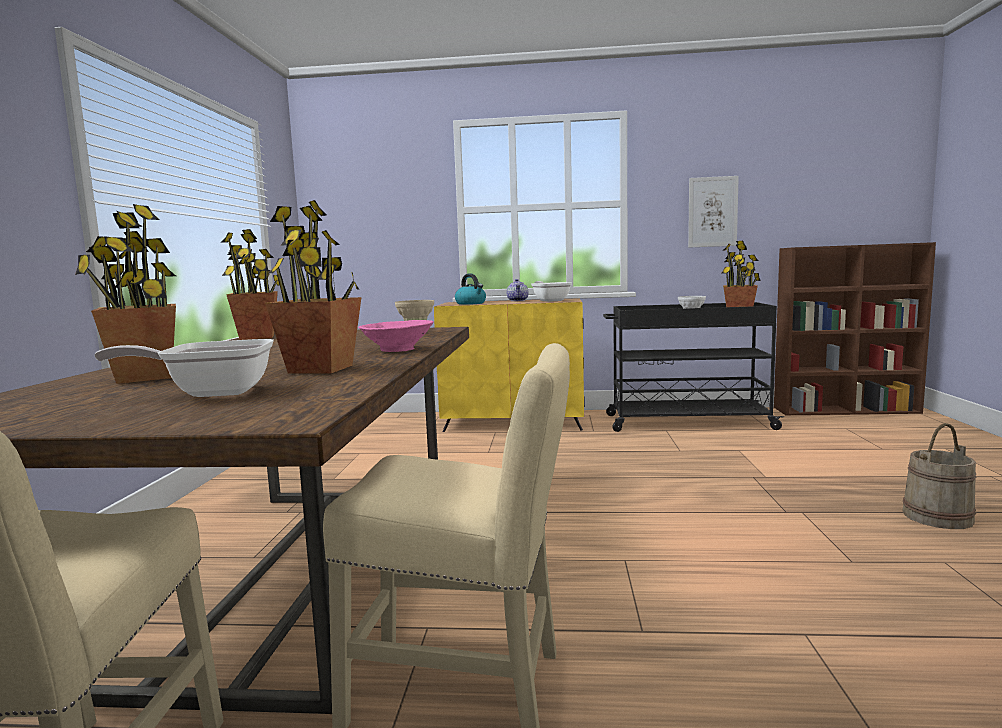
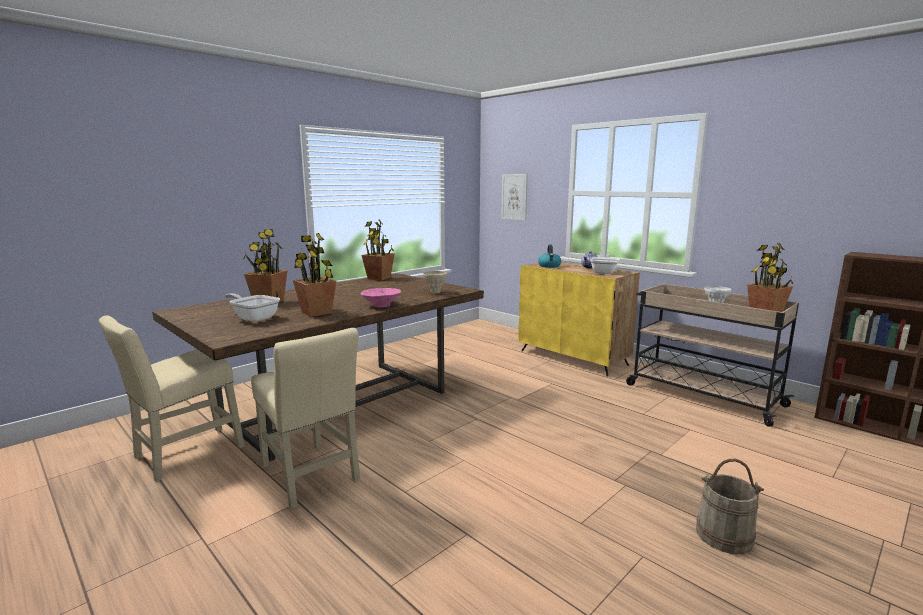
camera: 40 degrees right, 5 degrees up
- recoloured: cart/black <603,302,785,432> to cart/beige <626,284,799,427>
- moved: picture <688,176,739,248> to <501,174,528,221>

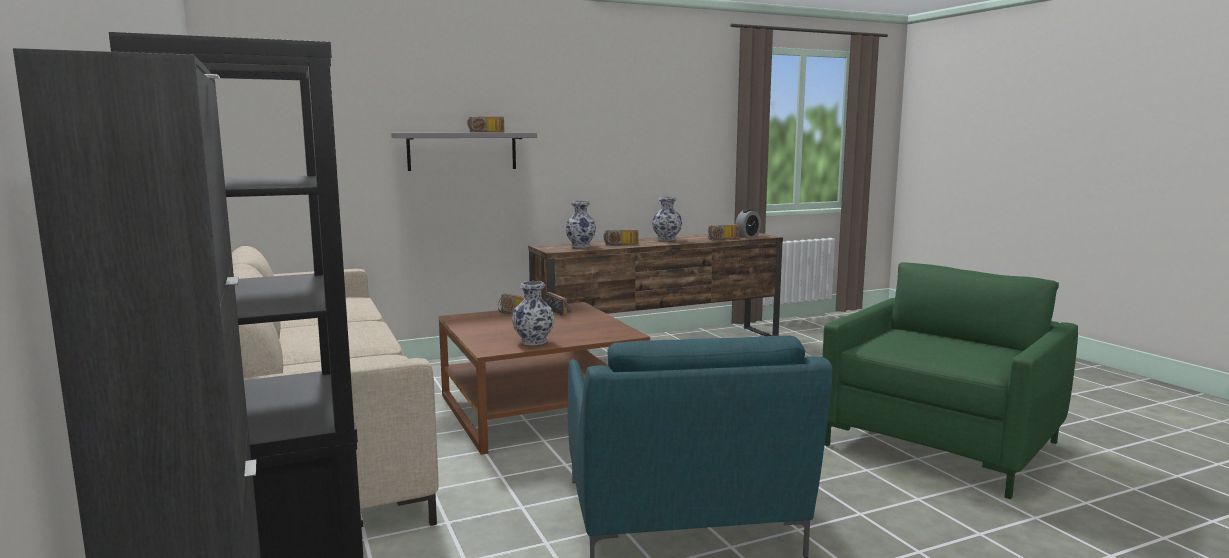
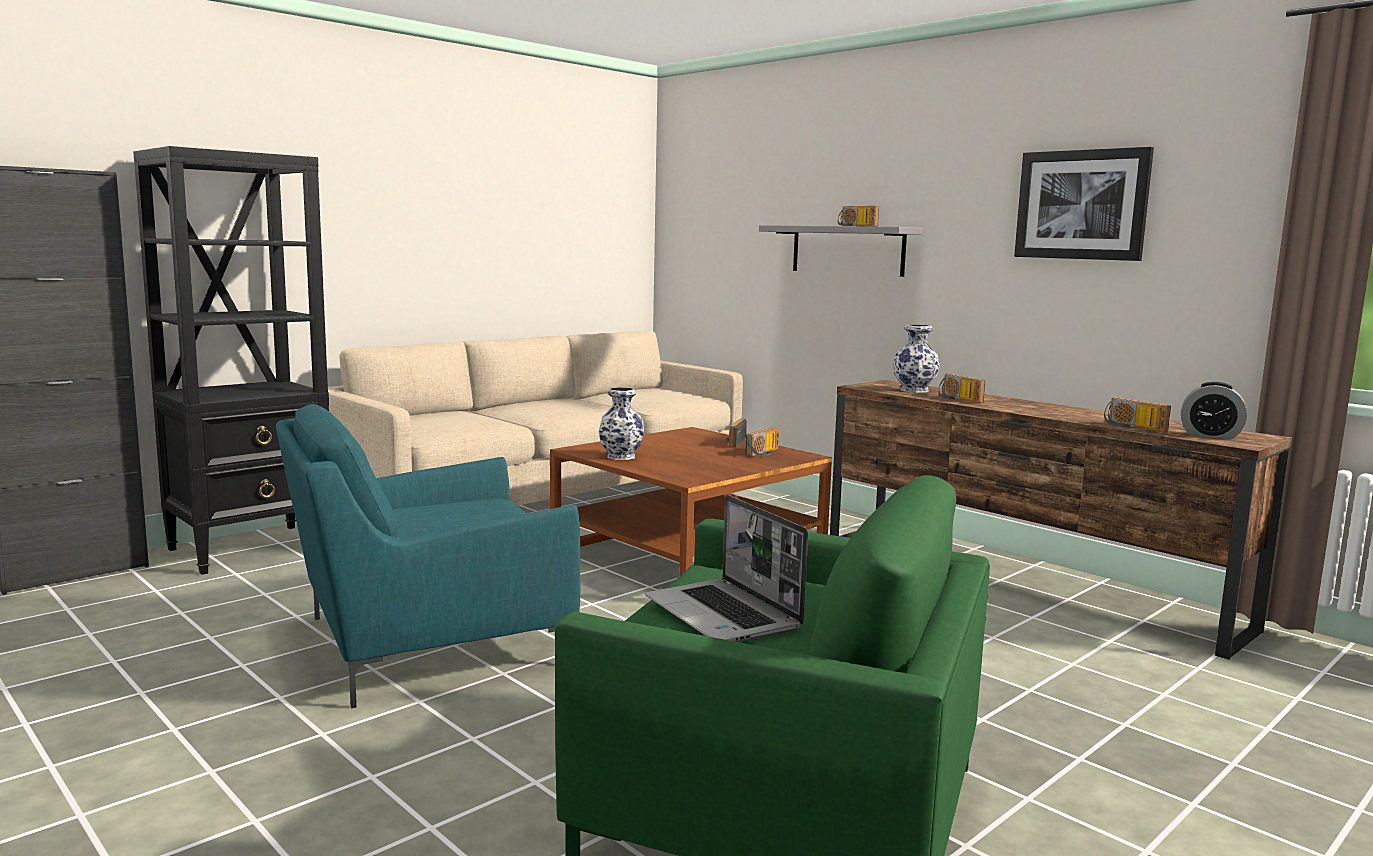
camera: 70 degrees right, 0 degrees up
- removed: vase <652,196,682,241>
- added: laptop <645,495,808,642>
- added: picture <1014,147,1154,261>

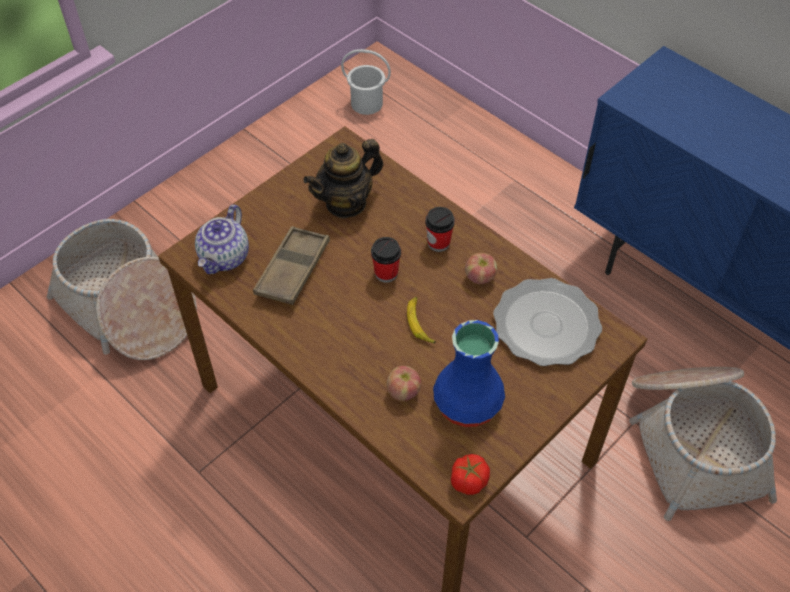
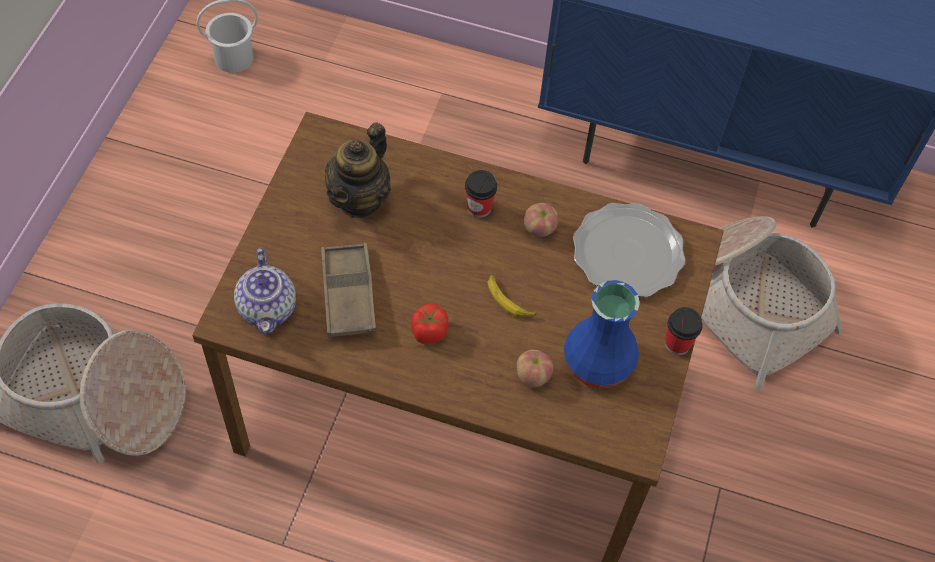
camera: 30 degrees left, 5 degrees up
- moved: cup <371,237,401,283> to <665,307,703,355>
- moved: tomato <451,454,490,495> to <411,304,449,344>

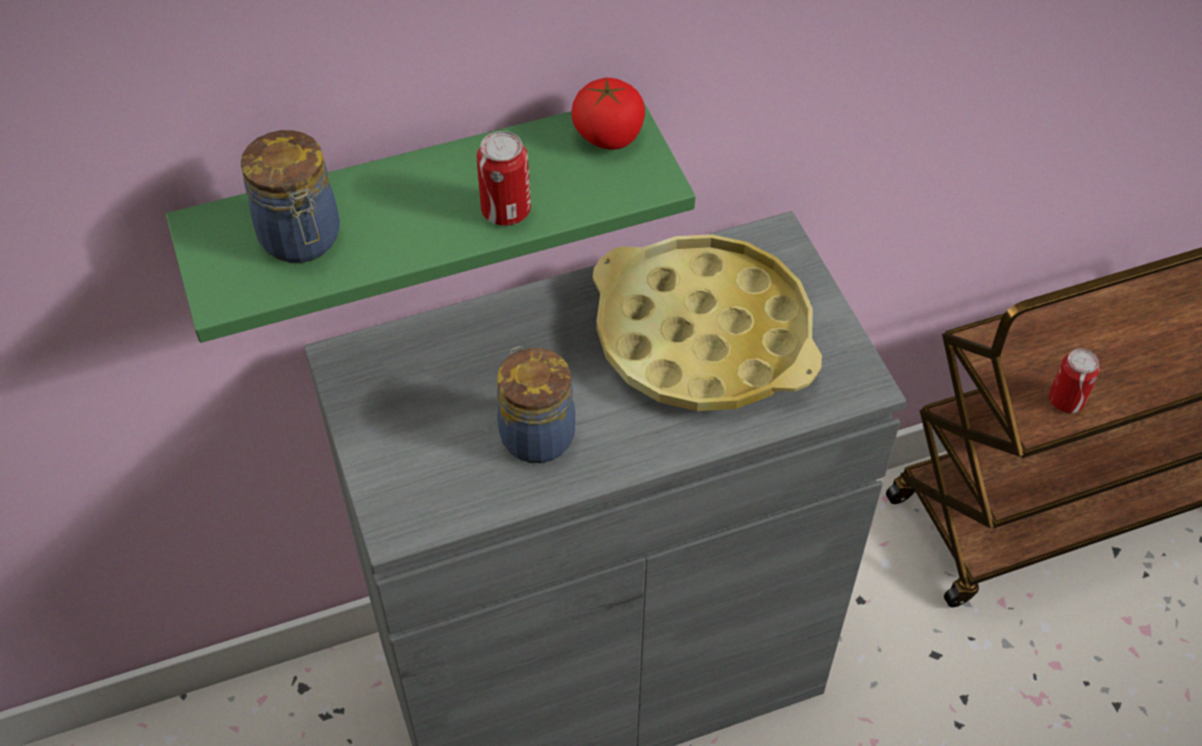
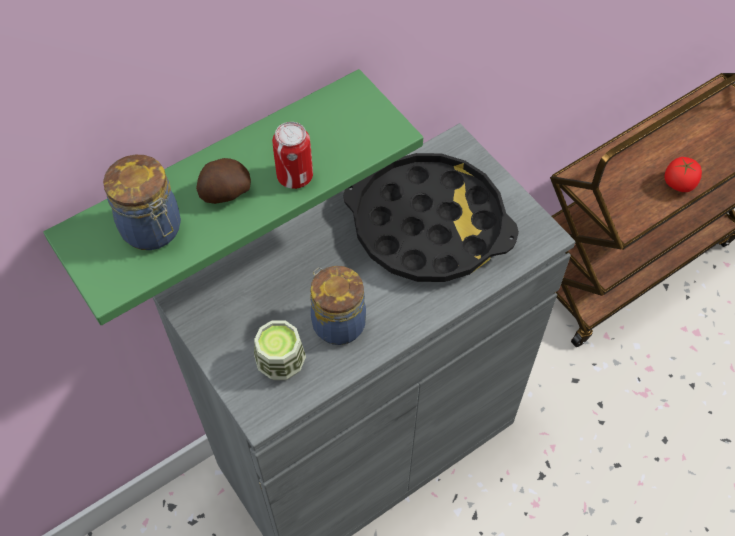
camera: 15 degrees left, 5 degrees up
- moved: tomato <571,78,645,150> to <665,157,702,192>
- recoloured: tray/yellow <593,234,822,411> to tray/black <343,153,519,282>
- removed: can <1049,349,1100,413>
- added: potato <196,158,251,204>
- added: cup <254,320,306,380>

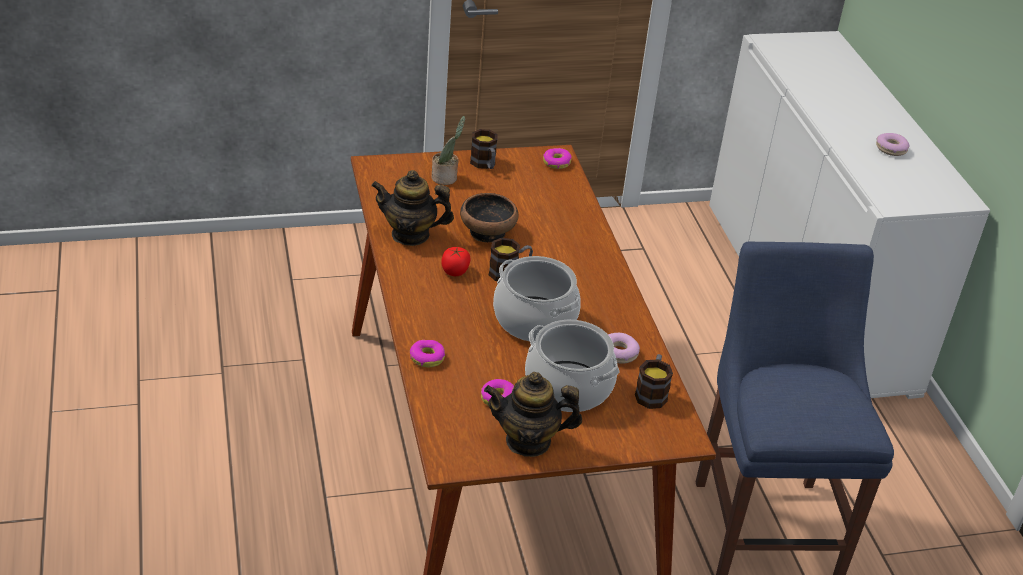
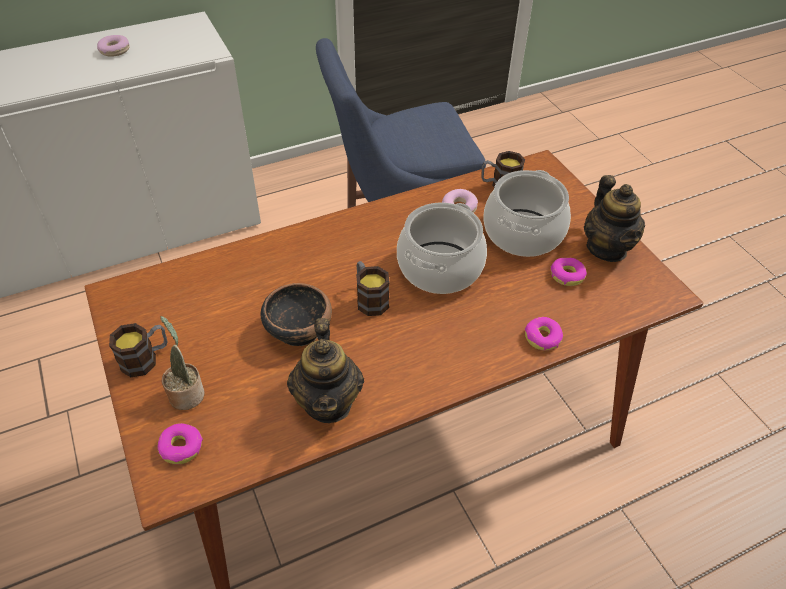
camera: 100 degrees left, 10 degrees up
- removed: tomato <441,247,471,276>
- moved: donut <543,148,572,169> to <158,423,203,464>

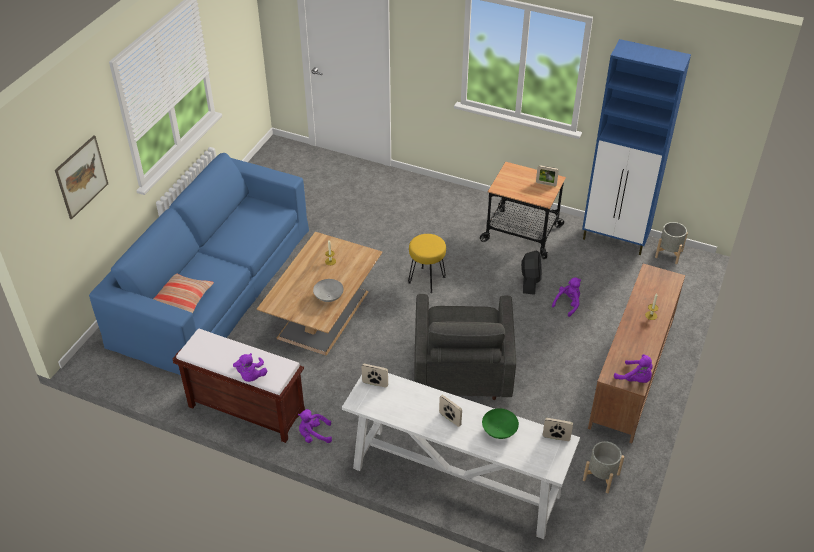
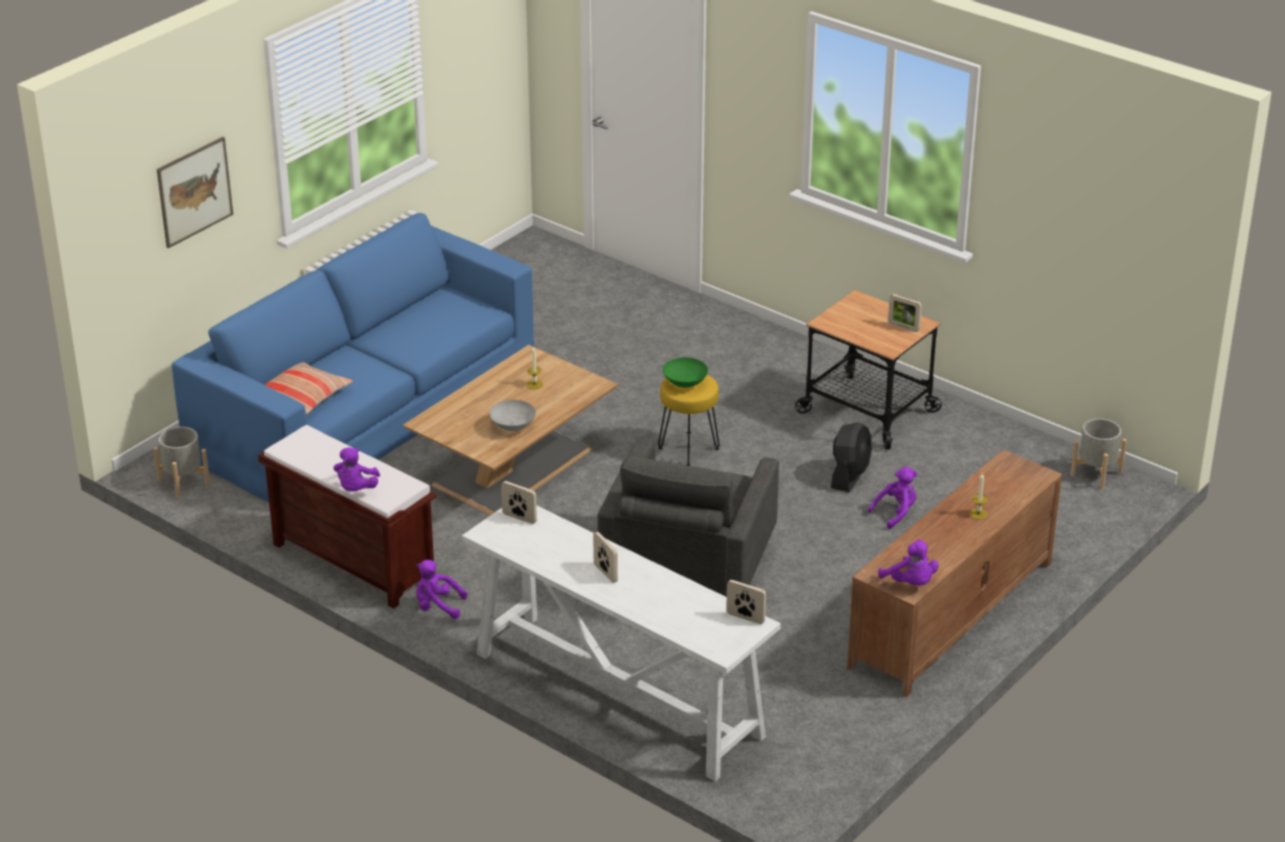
camera: 15 degrees right, 10 degrees down
- moved: bowl/green <482,408,519,439> to <663,358,708,388>
- removed: cabinet/blue <582,39,691,255>
- moved: planter/grey <583,441,624,493> to <154,427,210,498>

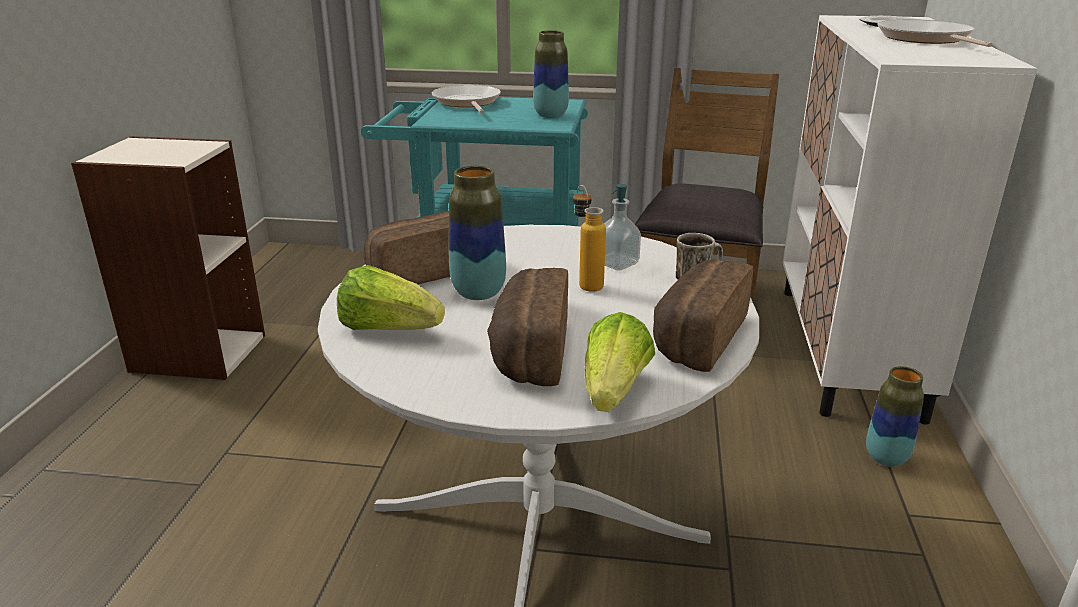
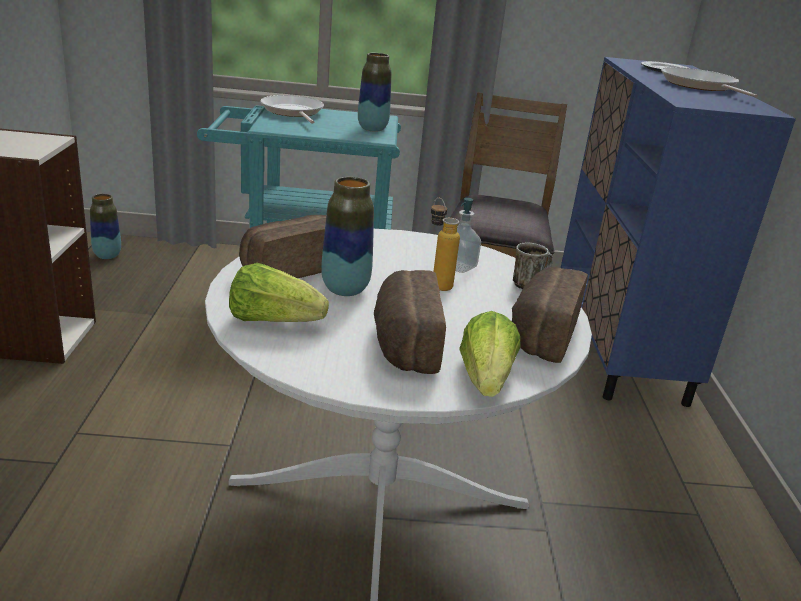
camera: 10 degrees left, 0 degrees up
- recoloured: cabinet/white <783,15,1038,424> to cabinet/blue <561,57,796,407>
- moved: vase <866,366,924,467> to <90,194,121,259>

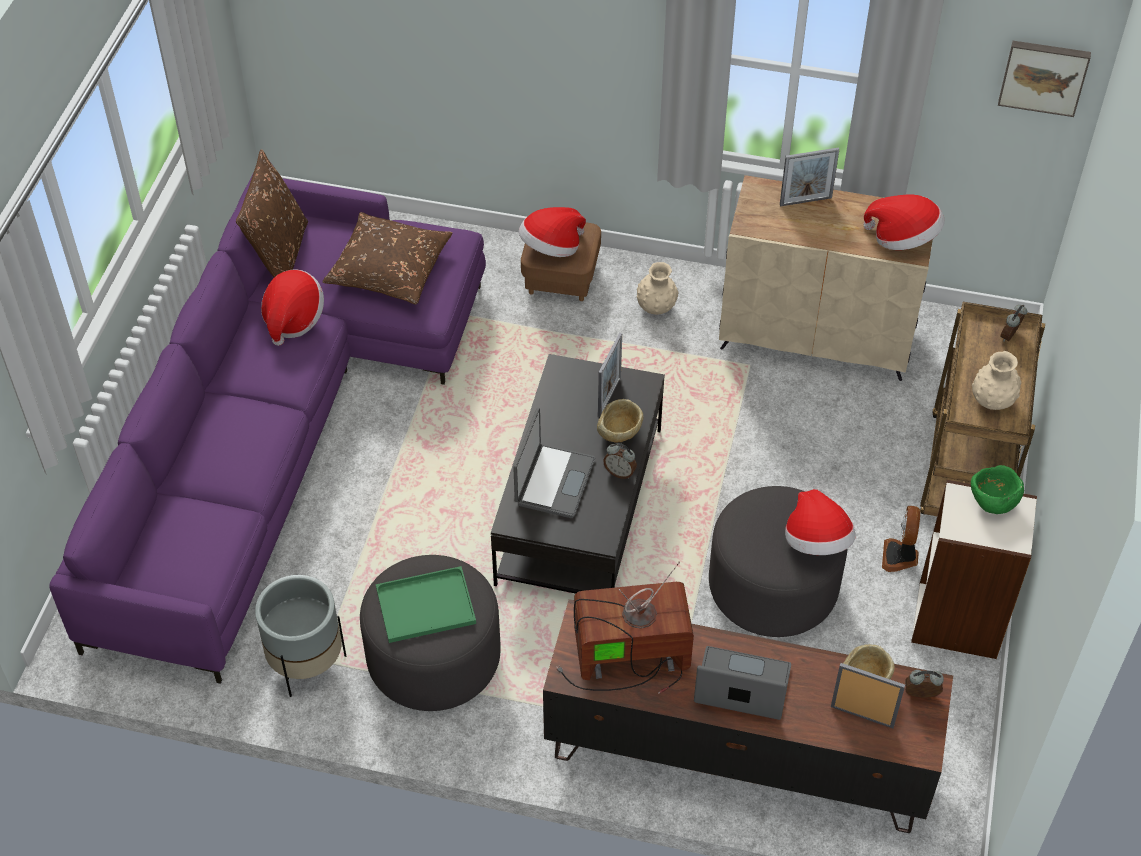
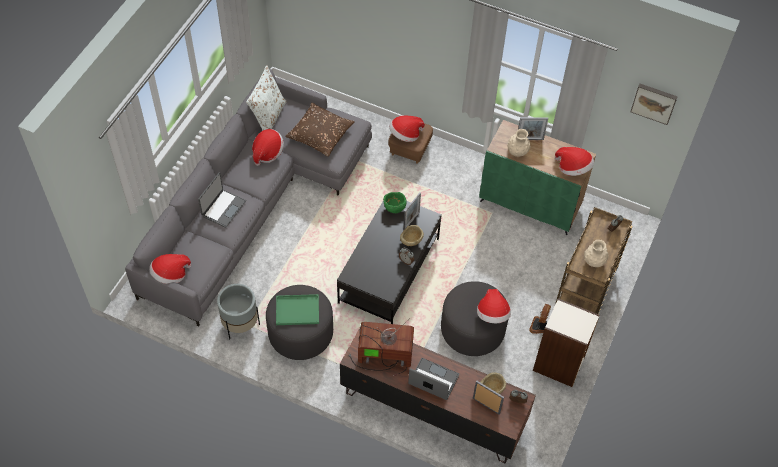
camera: 10 degrees right, 5 degrees up
- recoloured: sofa/purple <49,163,486,684> to sofa/grey <125,69,372,327>
- recoloured: pillow/brown <236,149,308,277> to pillow/white <246,65,287,130>
- moved: laptop <513,407,595,518> to <198,173,246,228>
- moved: vase/beige <637,262,679,315> to <507,129,531,157>
- recoloured: cabinet/beige <719,175,933,381> to cabinet/green <479,120,596,235>
- moved: bowl/green <971,465,1024,514> to <383,192,406,213>
- added: hat <149,254,191,284>

